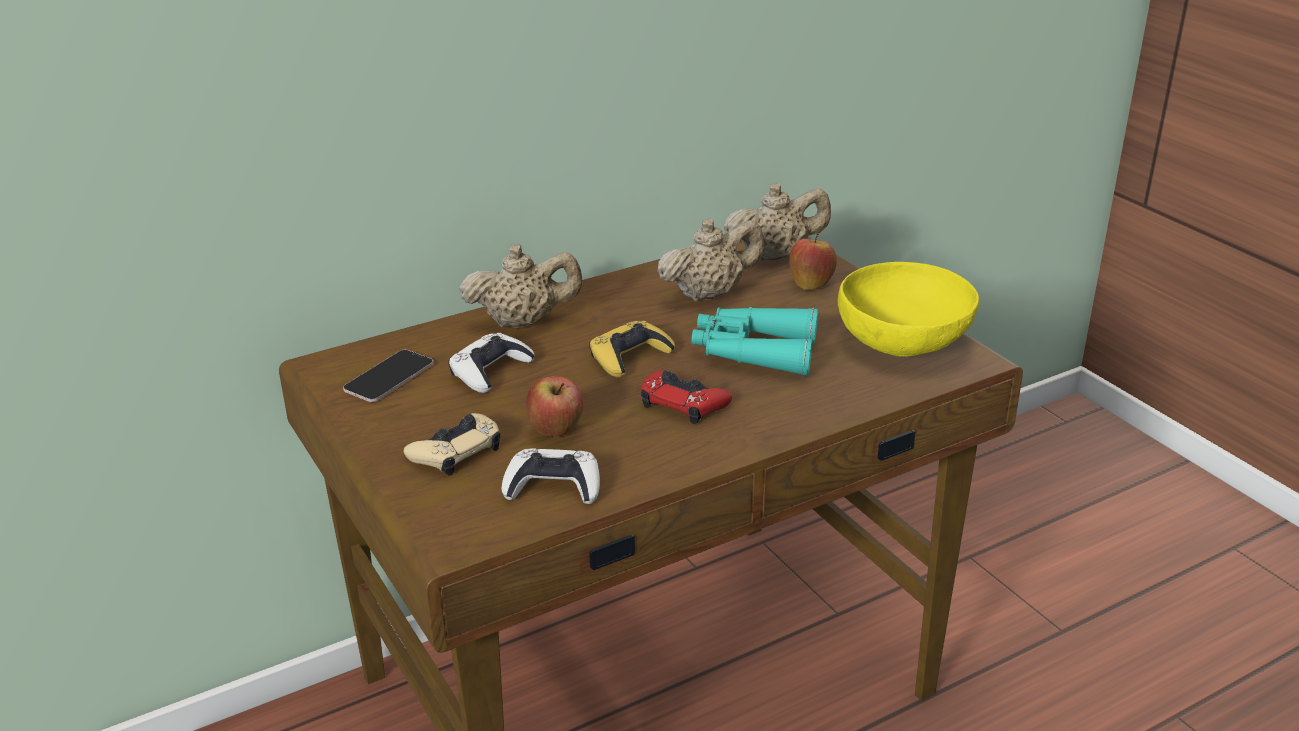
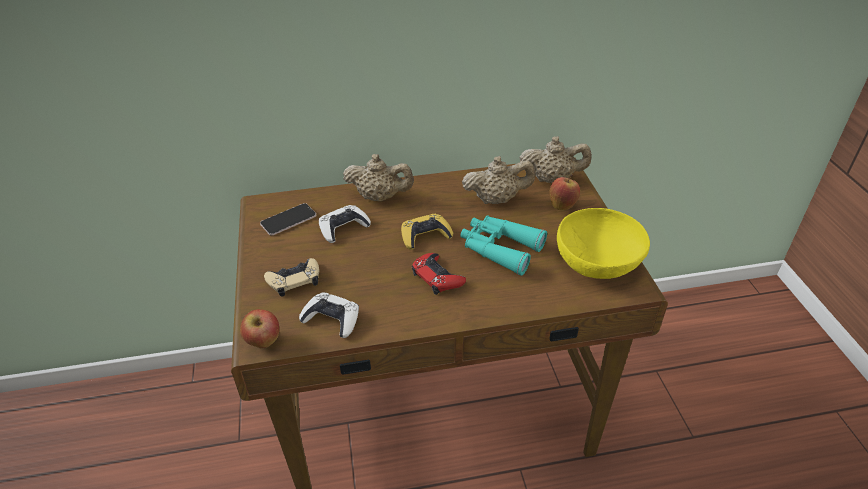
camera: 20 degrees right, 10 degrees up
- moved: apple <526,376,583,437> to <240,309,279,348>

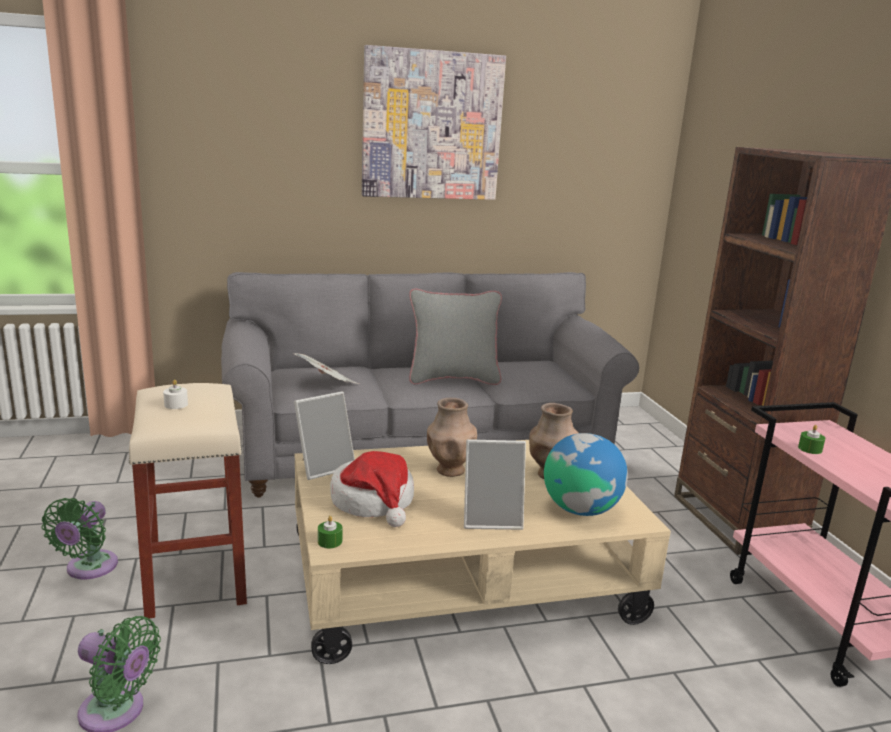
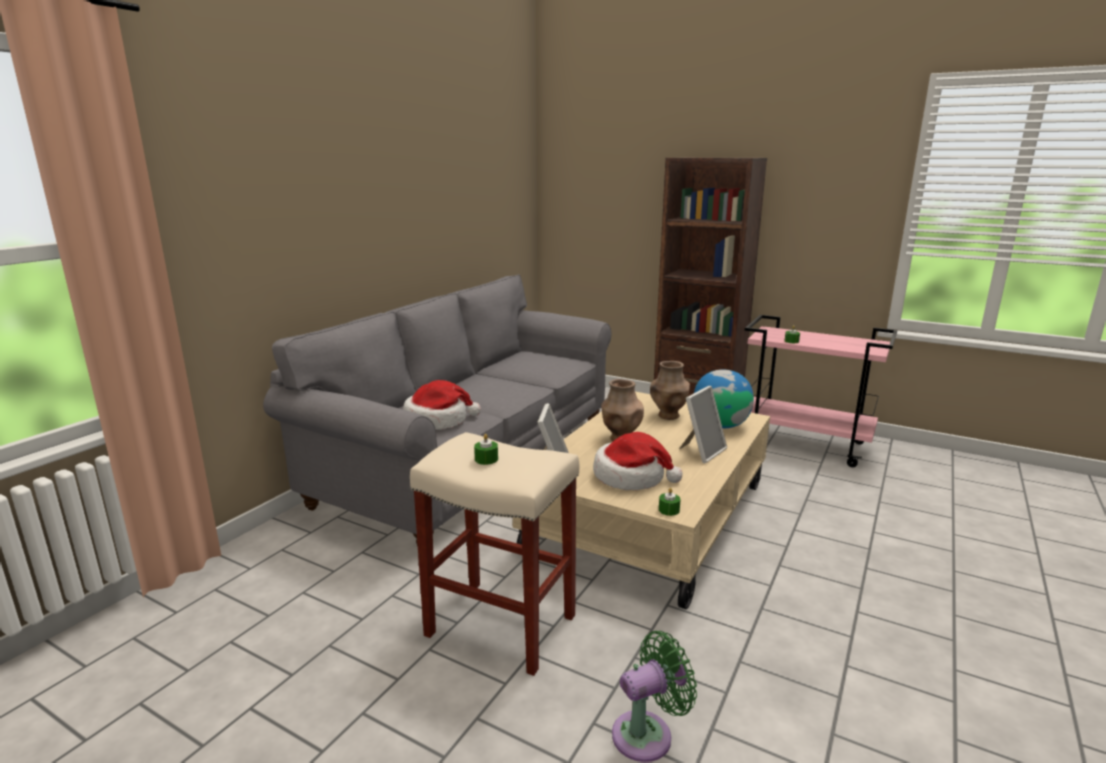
camera: 45 degrees left, 0 degrees up
- removed: fan/green <42,498,118,579>
- recoloured: candle/white <163,380,188,409> to candle/green <474,434,498,465>
- replaced: newspaper <292,353,360,384> to hat <403,380,481,430>
- removed: picture <362,45,506,200>
- removed: pillow/grey <409,288,502,385>

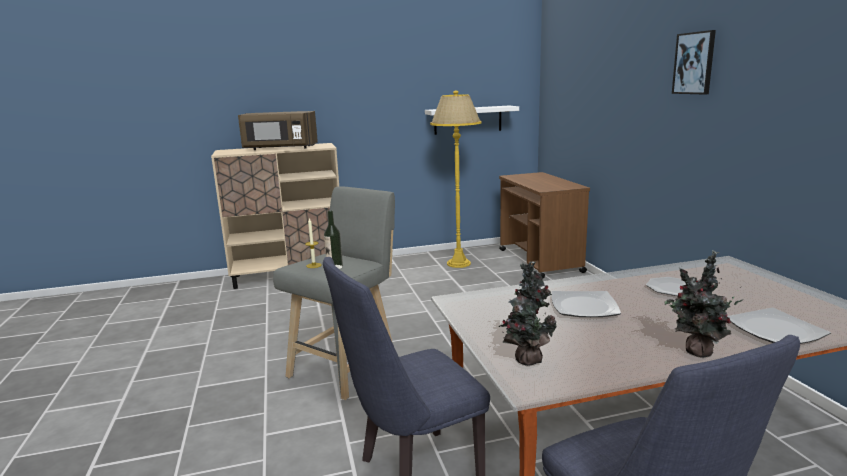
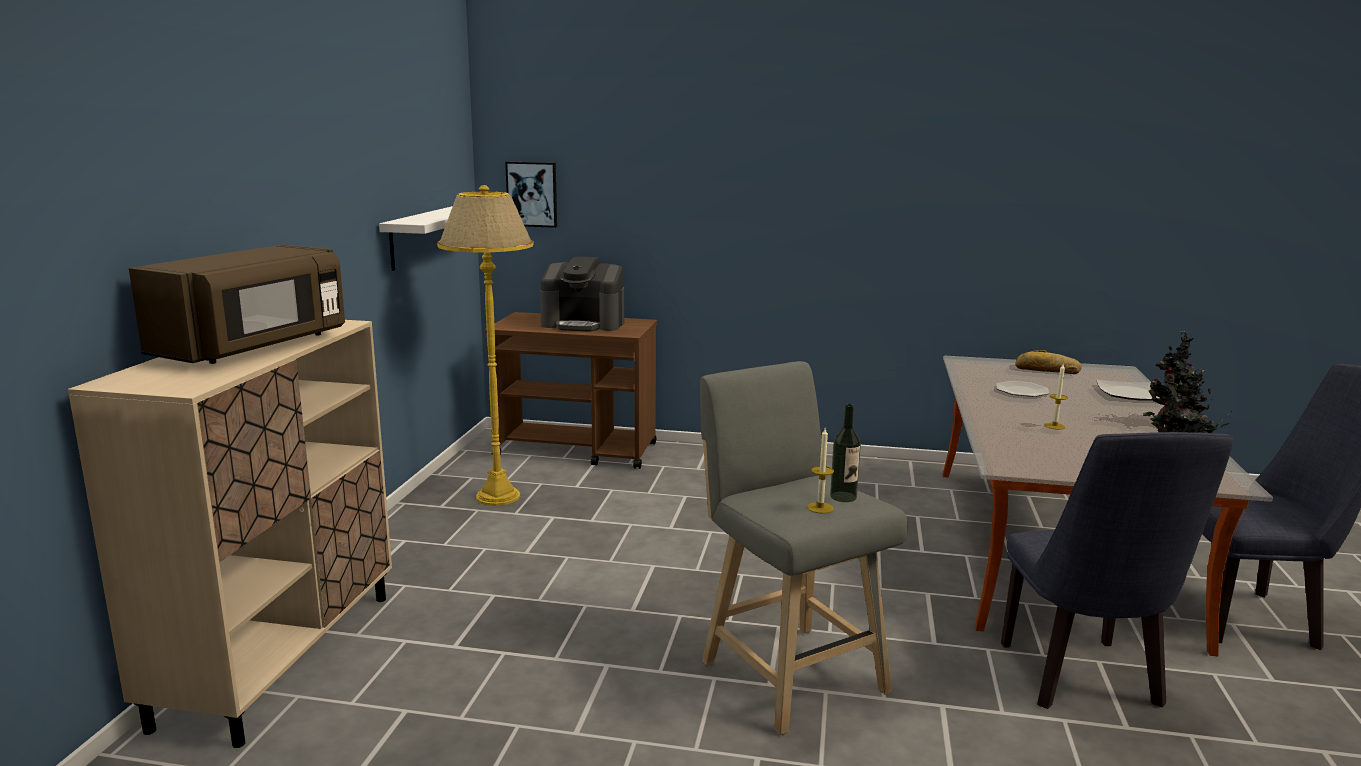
camera: 65 degrees left, 0 degrees up
- replaced: plate <552,291,621,317> to candle <1044,364,1068,430>
- moved: picture <672,30,716,95> to <505,162,557,228>
- added: coffee machine <540,257,624,332>
- added: bread <1015,350,1082,374>

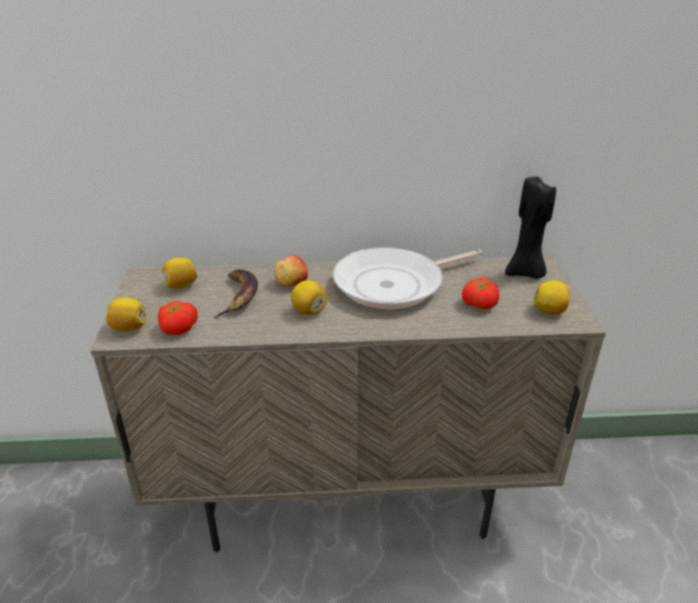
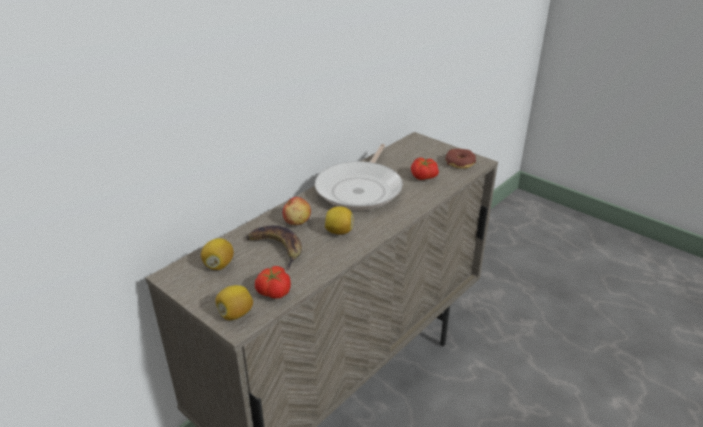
camera: 45 degrees left, 0 degrees up
- removed: candle/black <505,176,556,279>
- replaced: lemon <533,280,570,314> to donut <445,149,476,169>

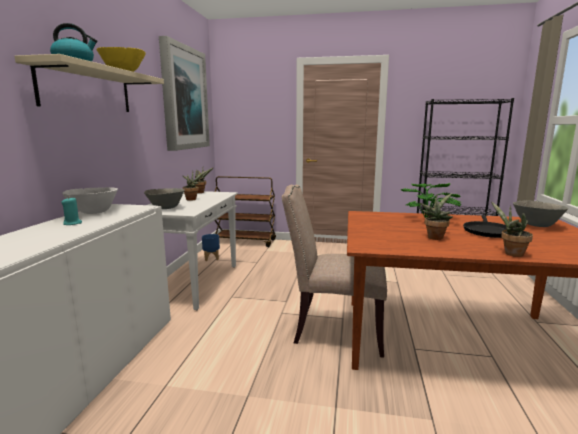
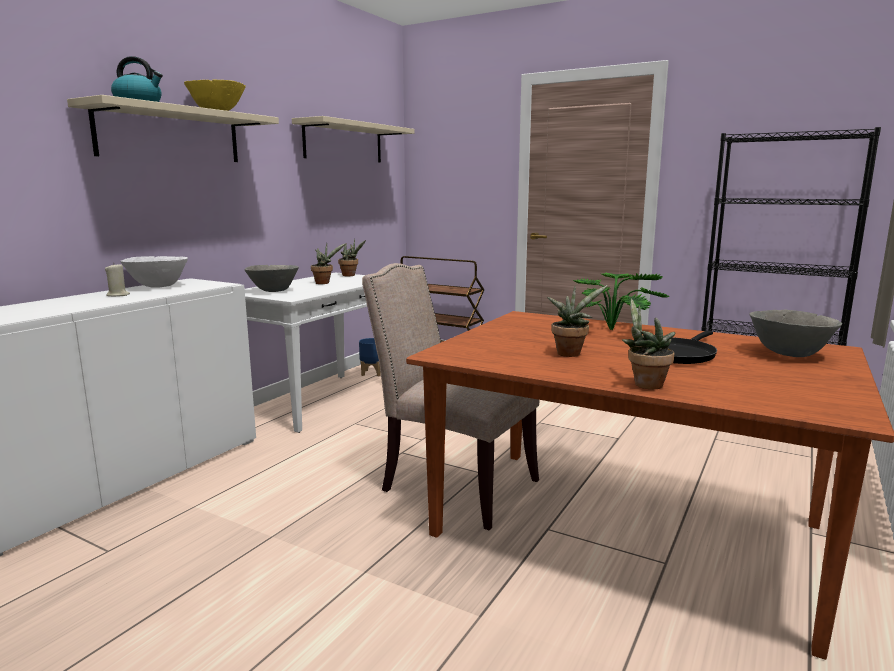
camera: 20 degrees right, 0 degrees up
- recoloured: candle/turquoise <62,197,82,225> to candle/beige <105,264,130,297>
- replaced: picture <159,36,210,151> to shelf/beige <292,116,414,162>

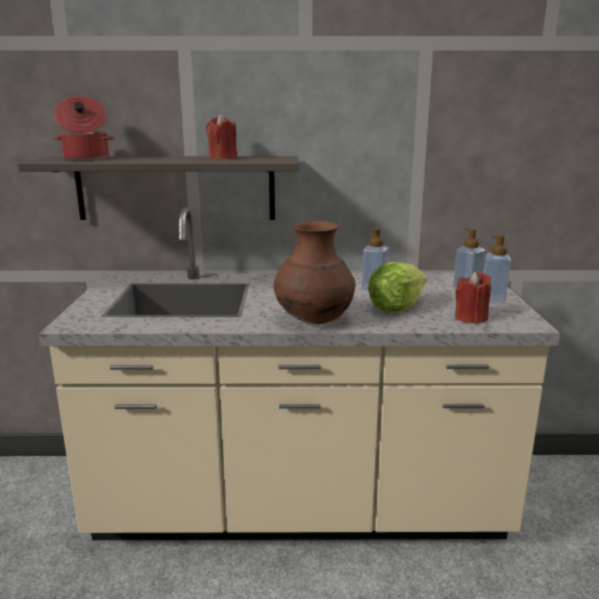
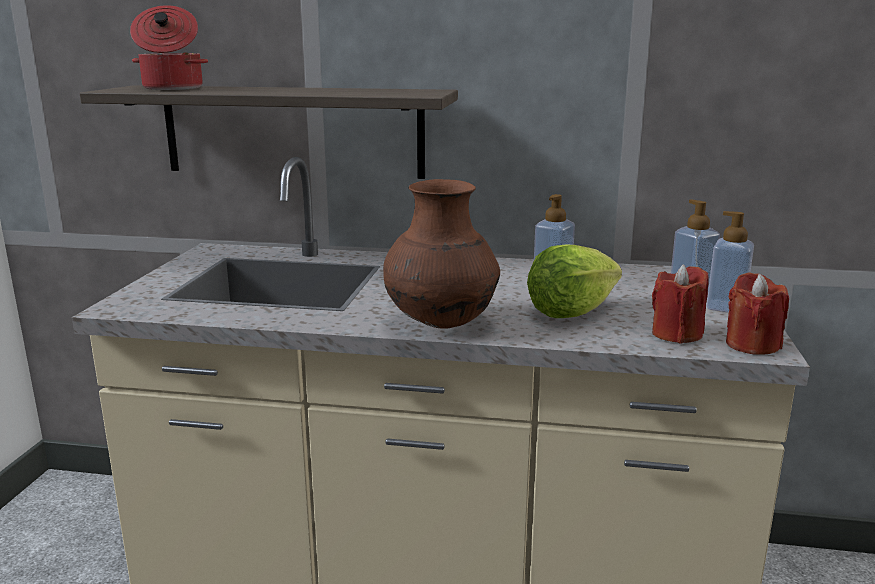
camera: 10 degrees right, 0 degrees up
- moved: candle/red <206,114,237,159> to <726,272,789,355>

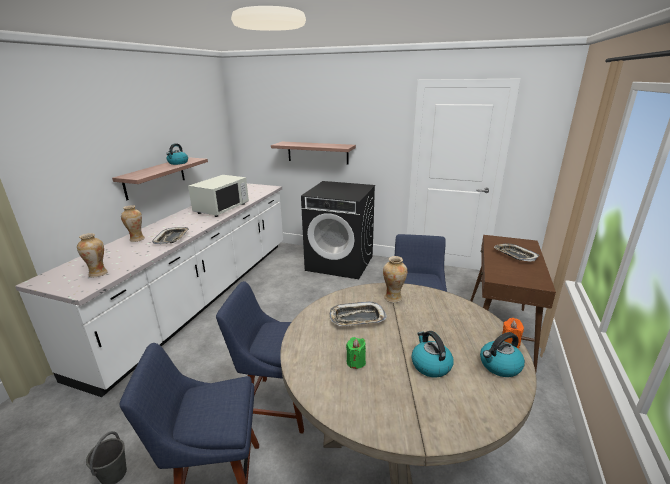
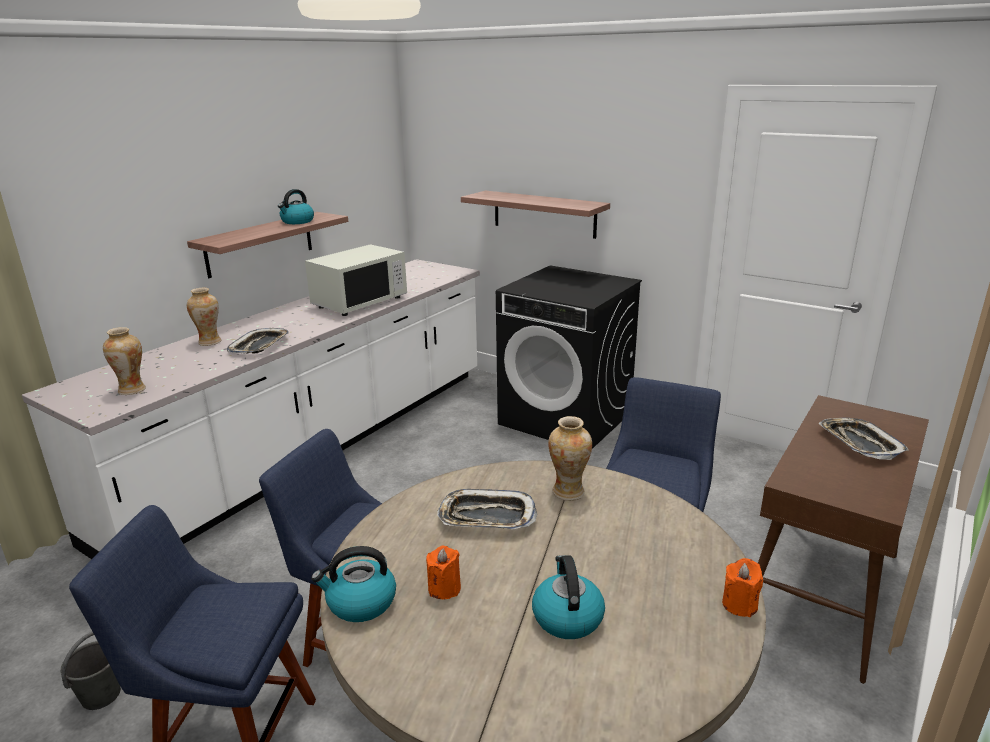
camera: 15 degrees right, 0 degrees up
- recoloured: candle/green <346,337,366,369> to candle/orange <426,546,461,599>
- moved: kettle <480,332,525,377> to <311,546,396,622>

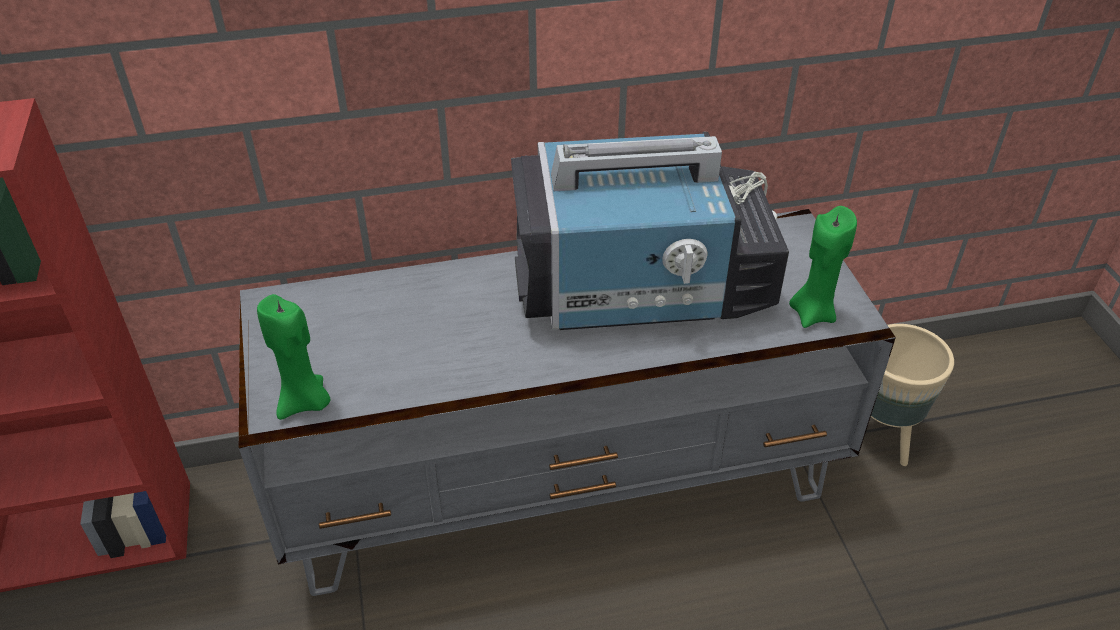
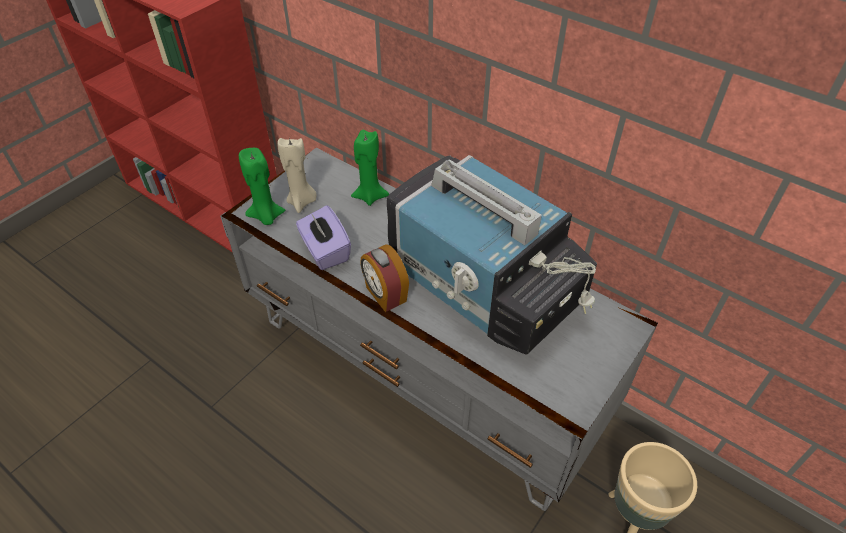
camera: 50 degrees right, 5 degrees up
- moved: candle/green <789,206,857,328> to <351,130,389,206>
- added: candle/beige <277,138,317,213>
- added: tissue box/purple <296,205,351,270>
- added: alarm clock <361,244,409,312>

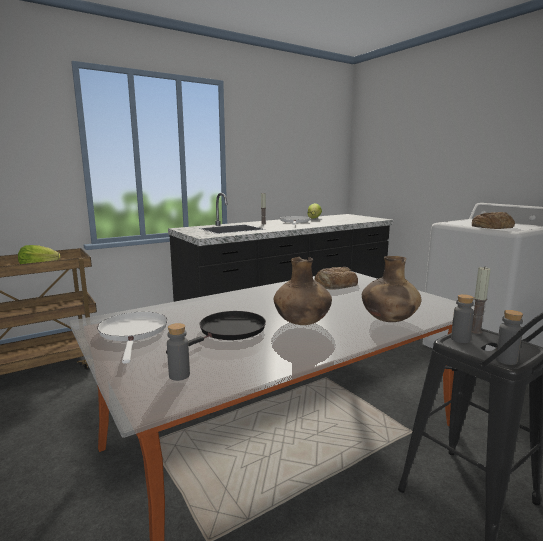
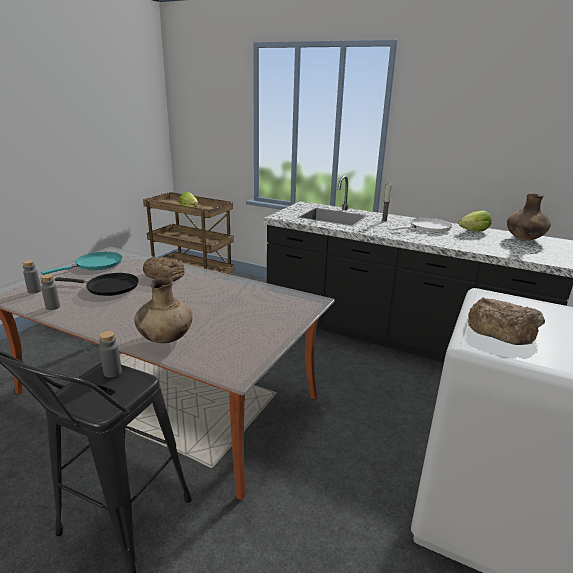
camera: 60 degrees right, 10 degrees up
- recoloured: frying pan/white <97,312,167,364> to frying pan/turquoise <41,252,122,275>
- moved: vase/brown <274,257,332,325> to <507,194,551,240>
- moved: bread <314,267,358,289> to <143,257,184,281>
- removed: candle <471,267,491,334>
- moved: bottle/grey <495,310,523,365> to <41,274,60,310>

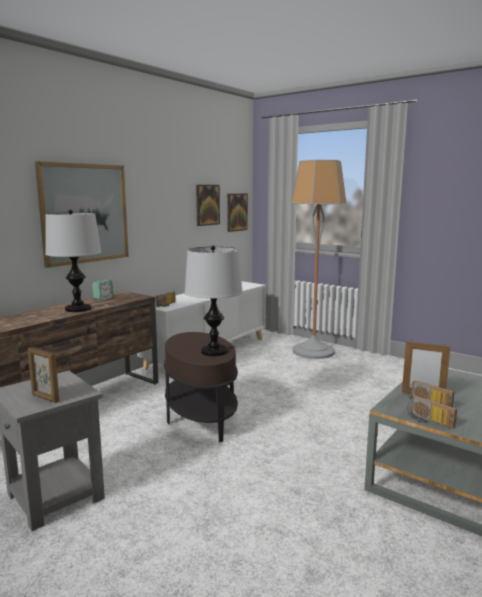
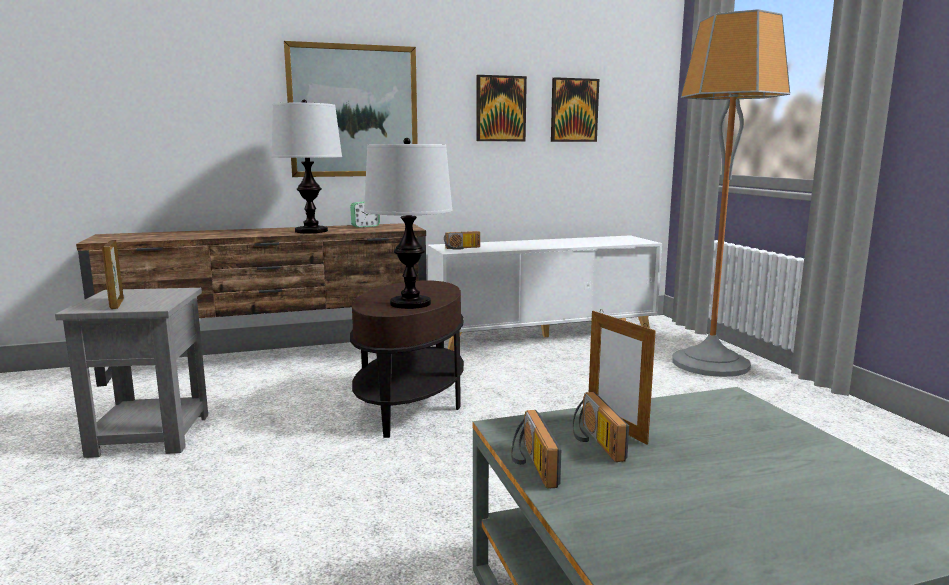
camera: 35 degrees right, 0 degrees up
- moved: picture <227,194,248,232> to <477,75,527,141>

